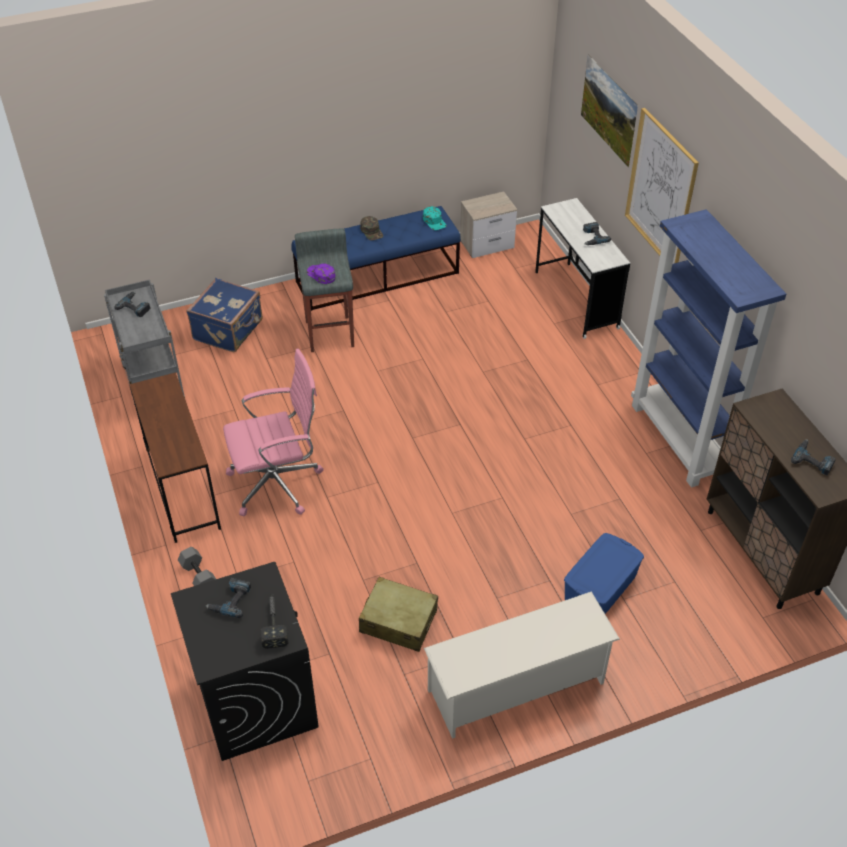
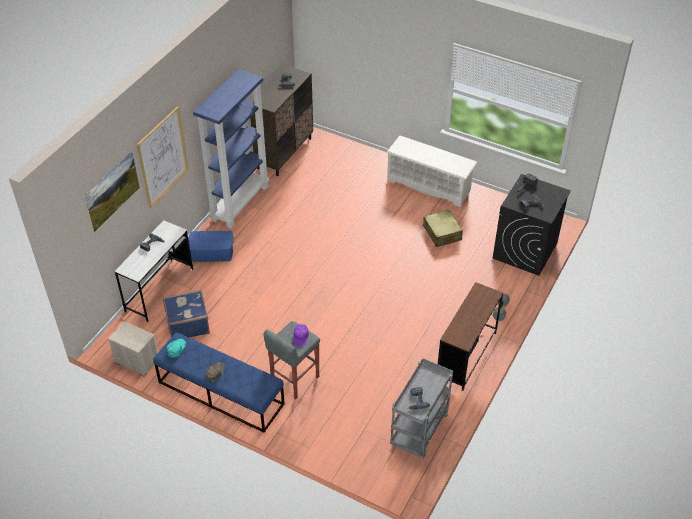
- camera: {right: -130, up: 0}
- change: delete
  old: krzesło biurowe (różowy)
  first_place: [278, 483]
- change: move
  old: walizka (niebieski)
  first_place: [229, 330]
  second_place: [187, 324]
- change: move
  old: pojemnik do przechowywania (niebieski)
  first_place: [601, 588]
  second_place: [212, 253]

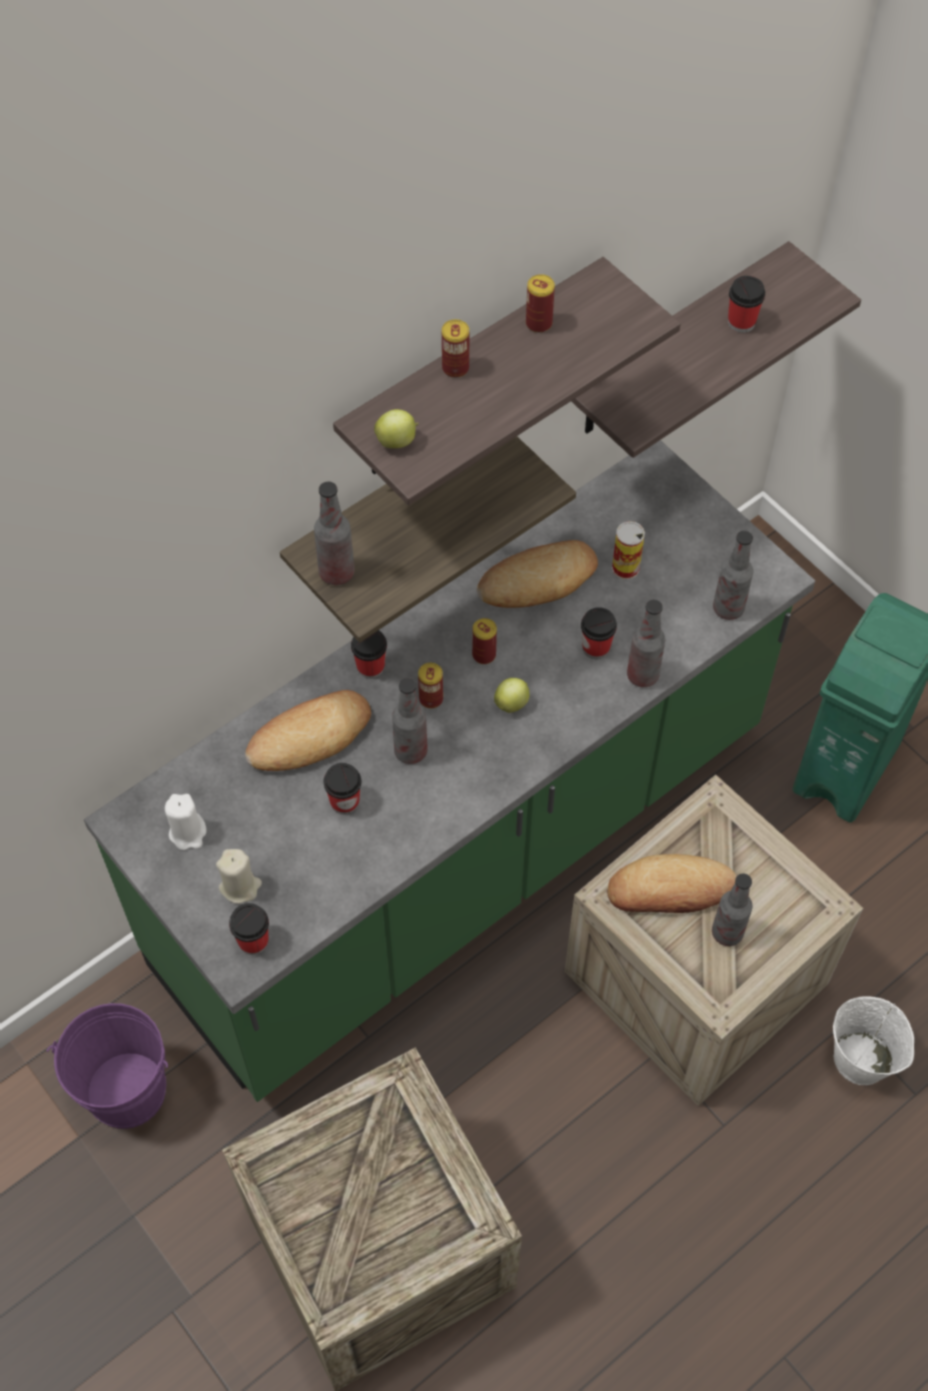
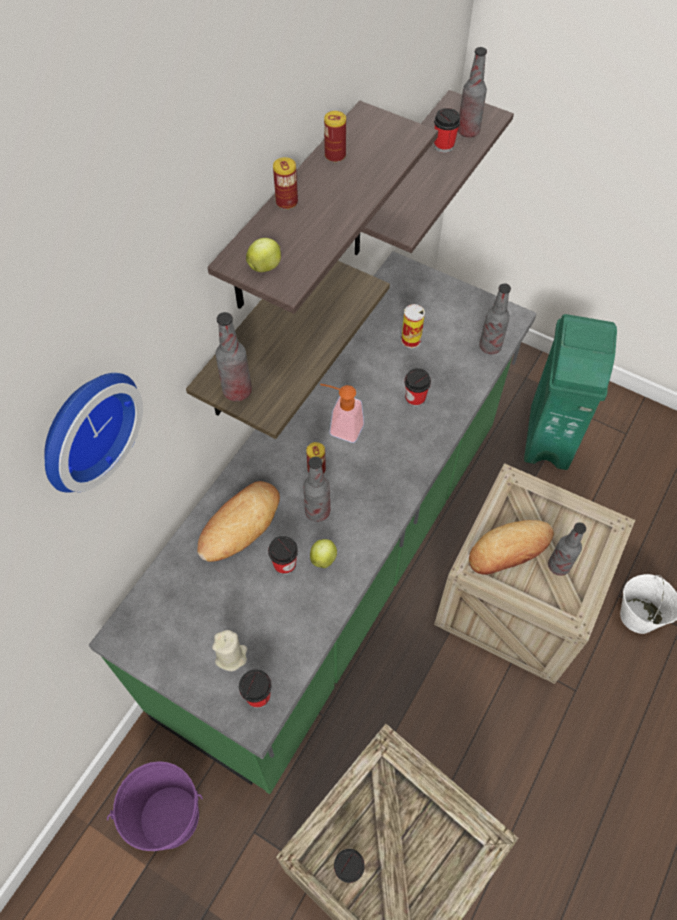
- camera: {right: -20, up: 0}
- change: delete
  old: świeca (biały)
  first_place: [188, 833]
- change: delete
  old: chleb
  first_place: [538, 580]
- change: insert
  new: zegar ścienny
  second_place: [84, 427]
- change: move
  old: filiżanka
  first_place: [370, 667]
  second_place: [348, 869]
- change: move
  old: jabłko
  first_place: [512, 703]
  second_place: [323, 558]
- change: move
  old: butelka
  first_place: [642, 675]
  second_place: [468, 131]
- change: replace
  old: puszka
  new: dozownik mydła
  first_place: [484, 655]
  second_place: [340, 427]

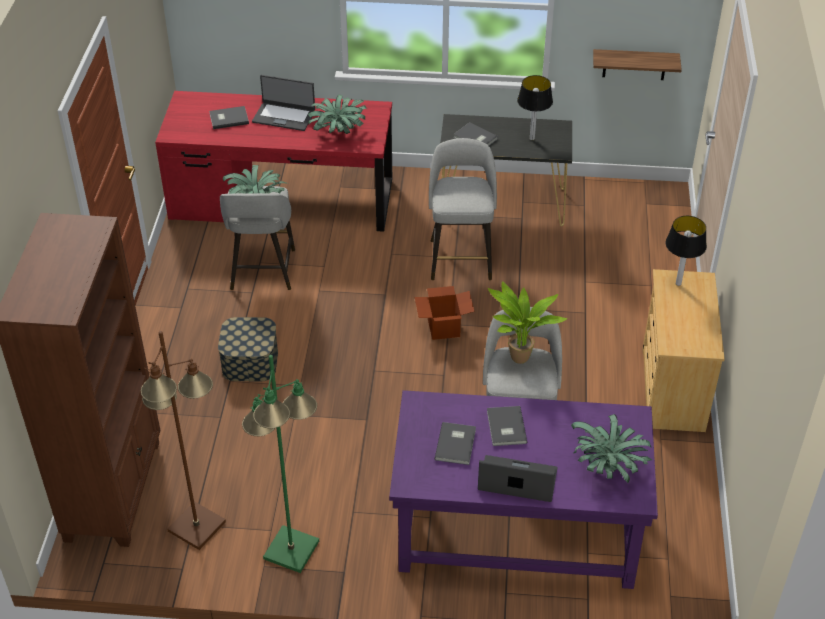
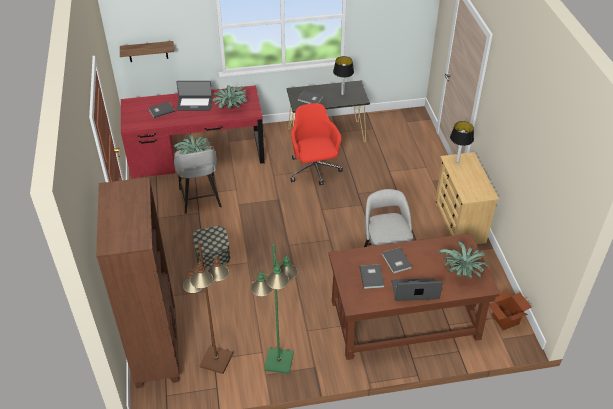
- camera: {right: -15, up: 0}
- change: delete
  old: roślina doniczkowa
  first_place: [518, 360]
- change: move
  old: karton
  first_place: [444, 328]
  second_place: [505, 319]
- change: move
  old: półka
  first_place: [634, 64]
  second_place: [148, 51]
- change: replace
  old: stołek (szary)
  new: krzesło biurowe (czerwony)
  first_place: [460, 258]
  second_place: [314, 170]
- change: recolor
  old: biurko (fioletowy)
  new: biurko (brązowy)
  first_place: [517, 529]
  second_place: [404, 320]

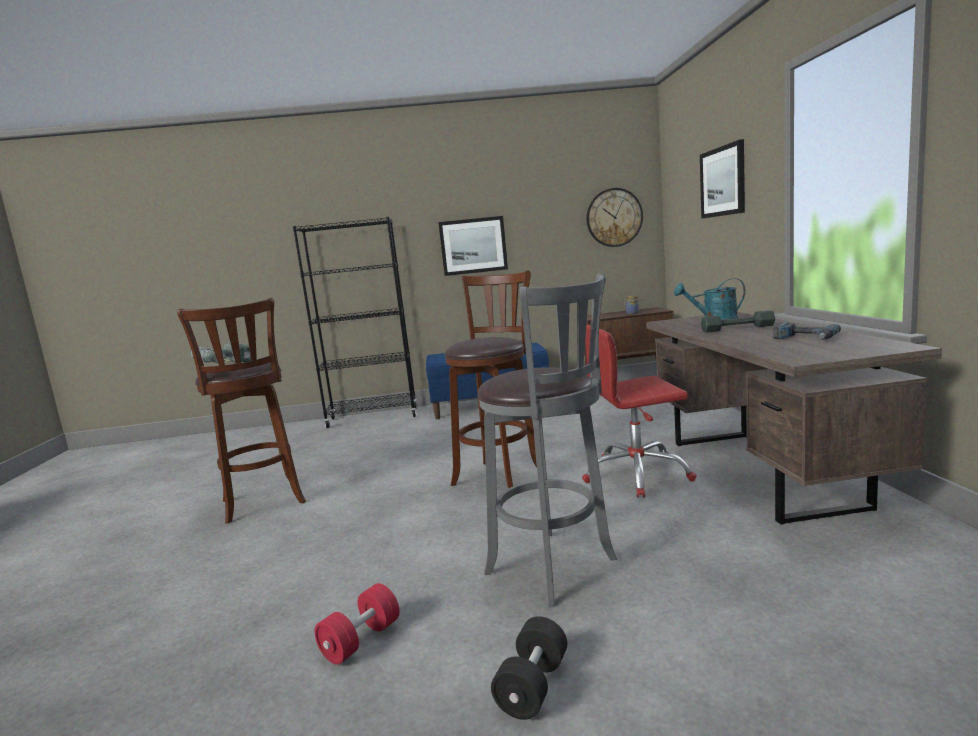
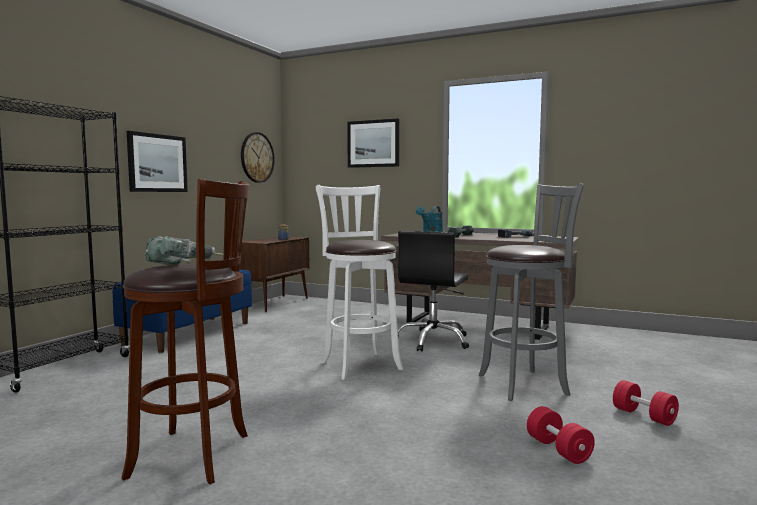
- camera: {right: -60, up: -5}
- change: recolor
  old: stołek (brązowy)
  new: stołek (biały)
  first_place: [500, 476]
  second_place: [359, 364]
- change: recolor
  old: hantel (czarny)
  new: hantel (czerwony)
  first_place: [533, 686]
  second_place: [644, 416]
- change: recolor
  old: krzesło biurowe (czerwony)
  new: krzesło biurowe (czarny)
  first_place: [637, 474]
  second_place: [433, 341]

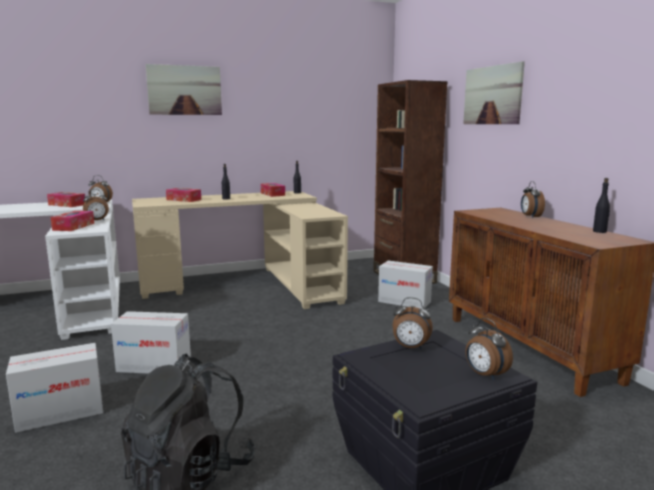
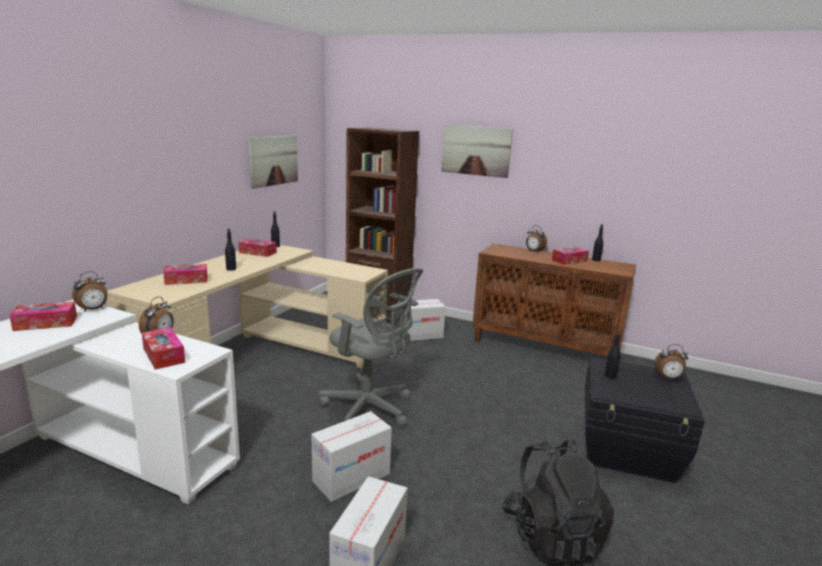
- camera: {right: -45, up: 5}
- change: insert
  new: krzesło biurowe (szary)
  second_place: [370, 409]
- change: insert
  new: pudełko chusteczek
  second_place: [569, 260]
- change: move
  old: obraz
  first_place: [184, 90]
  second_place: [274, 160]
- change: replace
  old: budzik
  new: butelka (czarny)
  first_place: [410, 347]
  second_place: [610, 376]

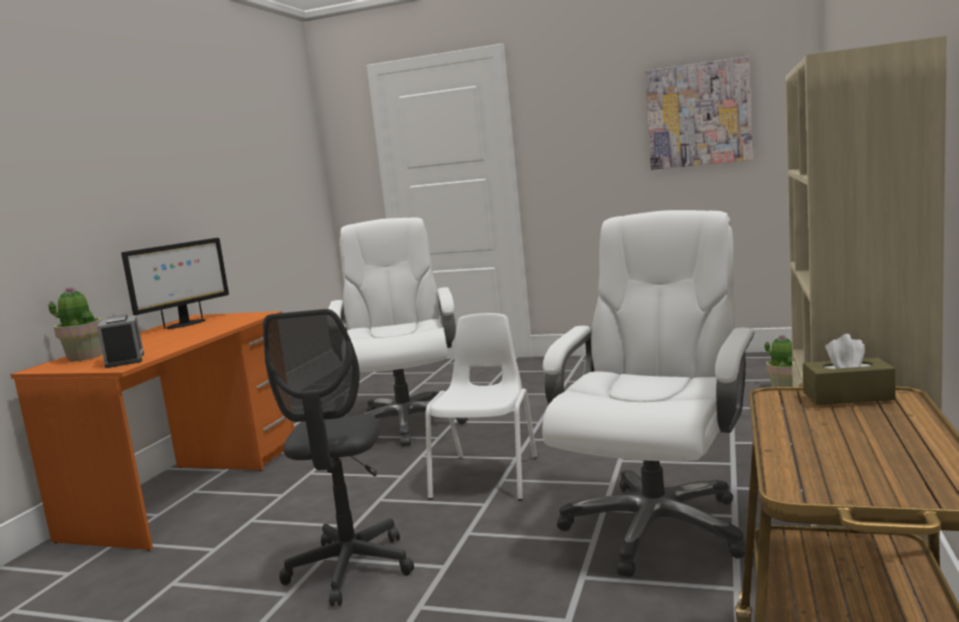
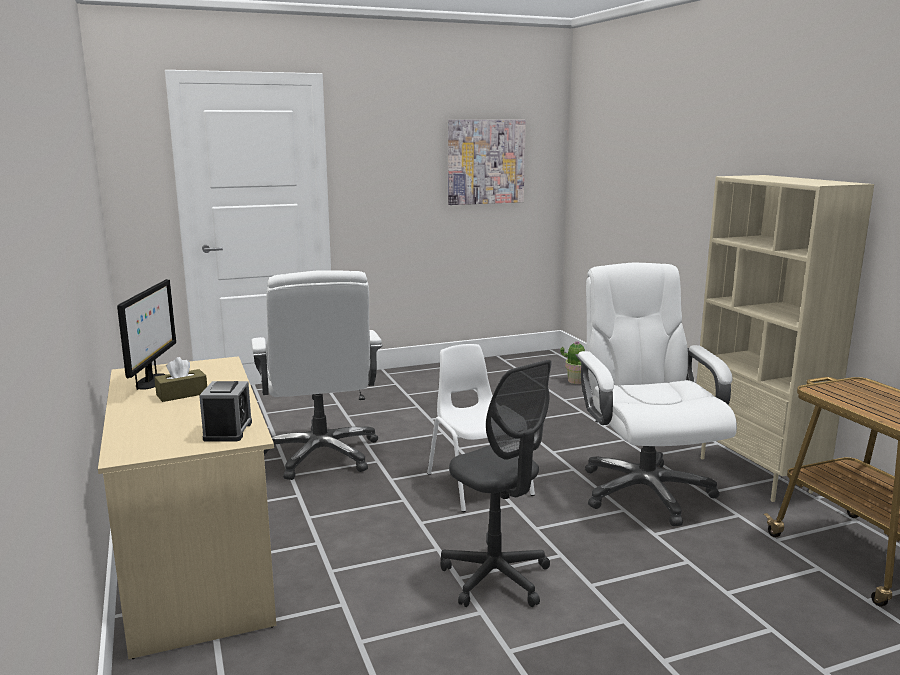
- camera: {right: -40, up: 5}
- change: delete
  old: roślina doniczkowa
  first_place: [85, 357]
- change: move
  old: pudełko chusteczek (brązowy)
  first_place: [848, 396]
  second_place: [182, 394]
- change: recolor
  old: biurko (pomarańczowy)
  new: biurko (beżowy)
  first_place: [190, 488]
  second_place: [196, 563]
- change: rotate
  old: budzik
  first_place: [125, 360]
  second_place: [228, 431]
  degrees: 60
- change: rotate
  old: krzesło biurowe (biały)
  first_place: [405, 424]
  second_place: [321, 455]
  degrees: -150

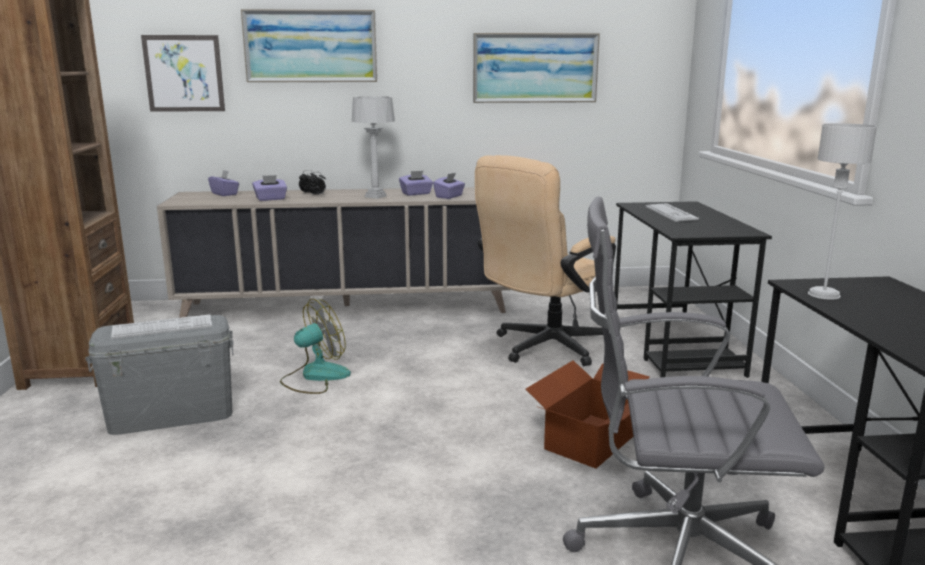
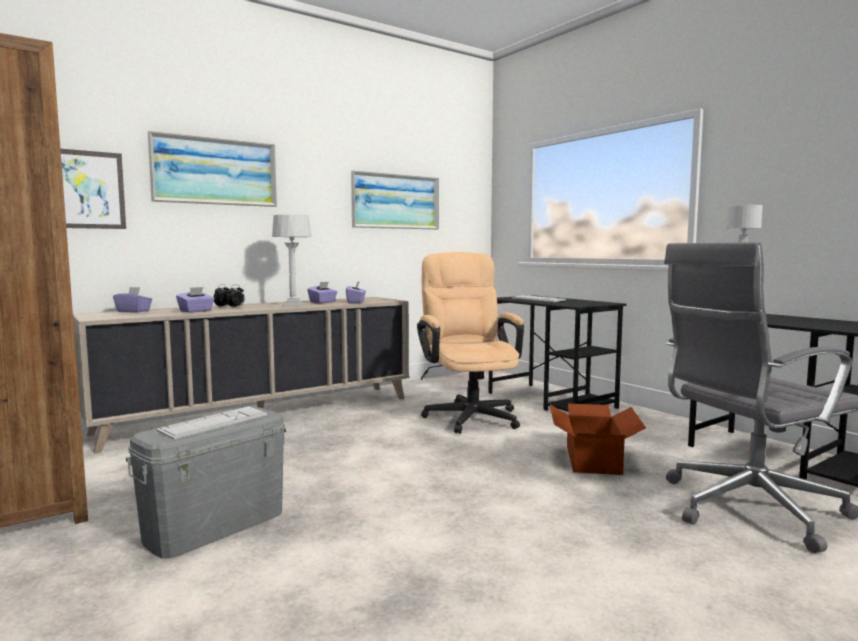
- camera: {right: -30, up: -10}
- change: delete
  old: wentylator
  first_place: [315, 377]
- change: rotate
  old: krzesło biurowe (beżowy)
  first_place: [544, 348]
  second_place: [469, 415]
  degrees: 150

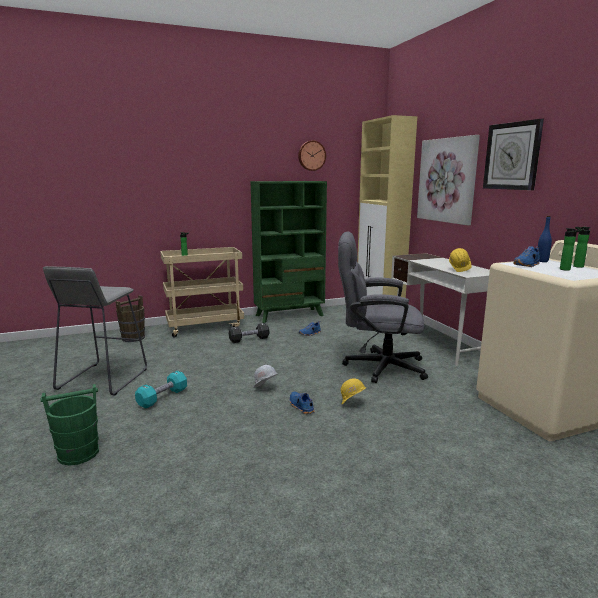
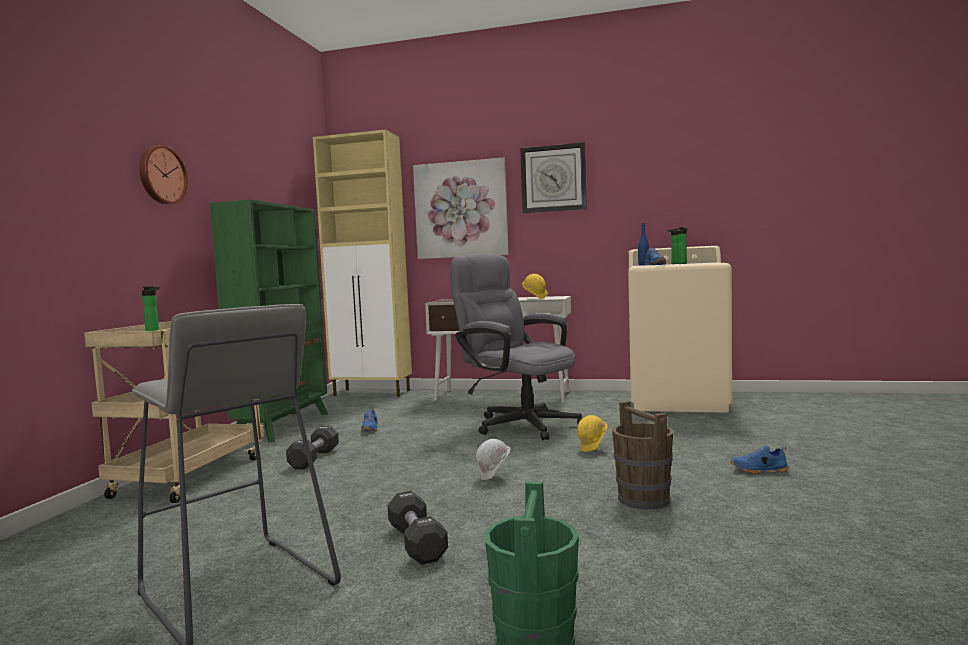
- camera: {right: -55, up: -10}
- change: move
  old: wiadro (brązowy)
  first_place: [133, 338]
  second_place: [643, 499]
- change: move
  old: but (niebieski)
  first_place: [301, 407]
  second_place: [759, 470]
- change: move
  old: zegar ścienny
  first_place: [311, 155]
  second_place: [161, 175]
- change: recolor
  old: hantel (turkusowy)
  new: hantel (czarny)
  first_place: [162, 397]
  second_place: [417, 543]
- change: rotate
  old: krzesło biurowe (szary)
  first_place: [376, 366]
  second_place: [518, 423]
  degrees: 90

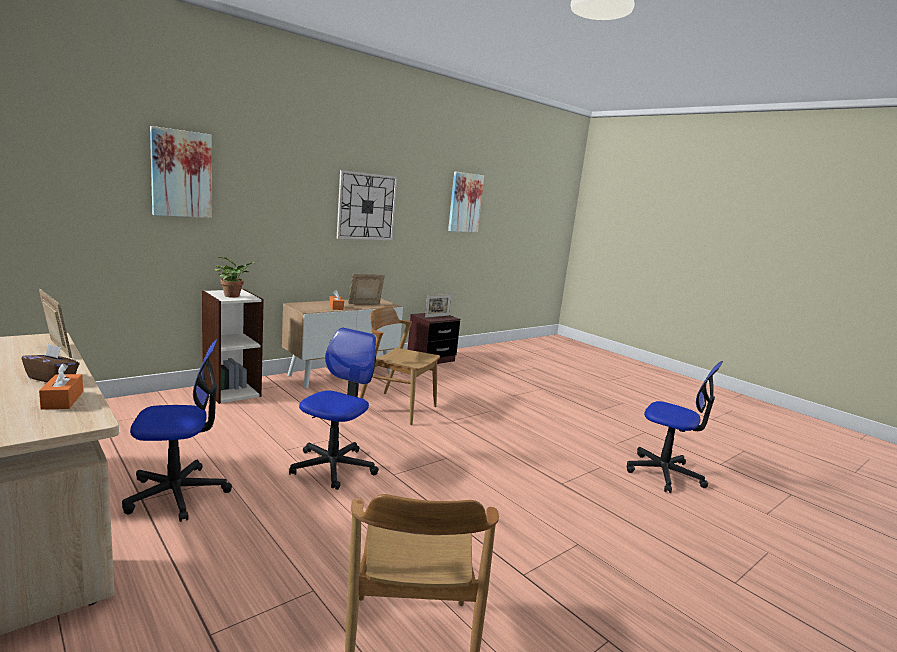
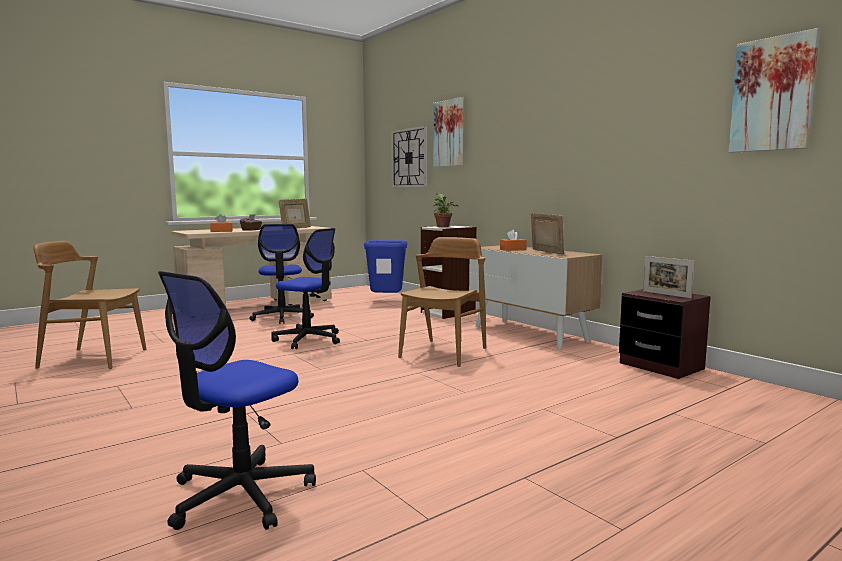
- camera: {right: 95, up: -5}
- change: insert
  new: kosz na śmieci (niebieski)
  second_place: [386, 301]
- change: move
  old: zegar ścienny
  first_place: [366, 206]
  second_place: [409, 158]

